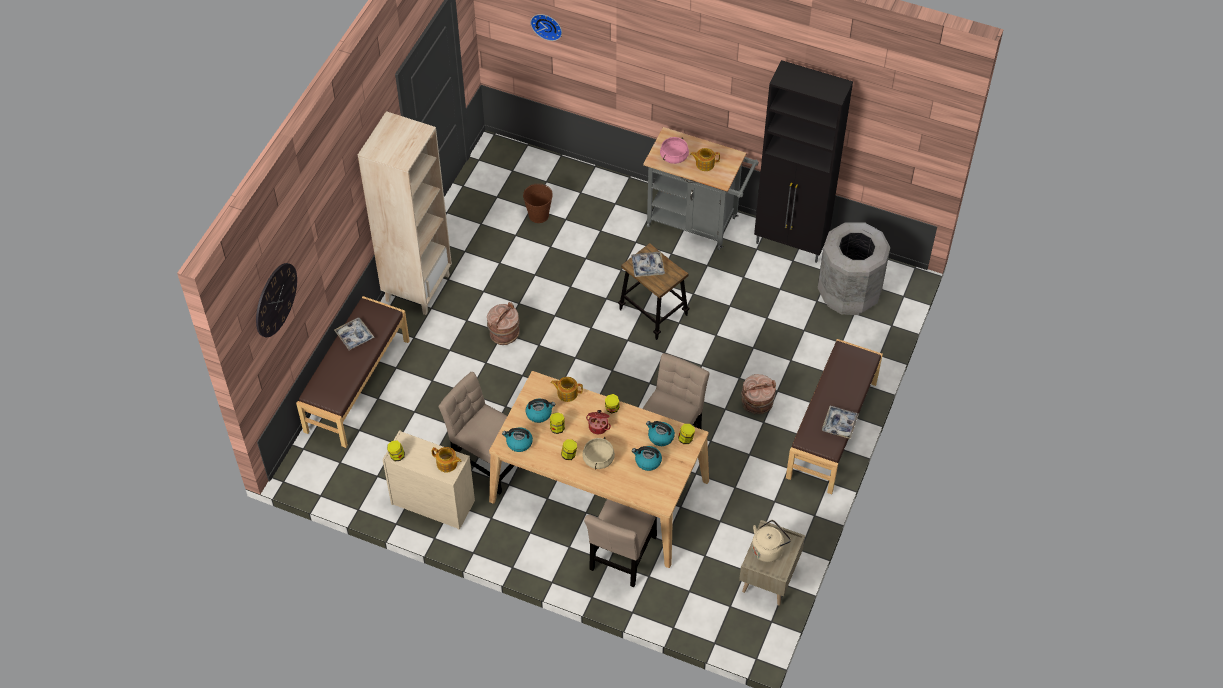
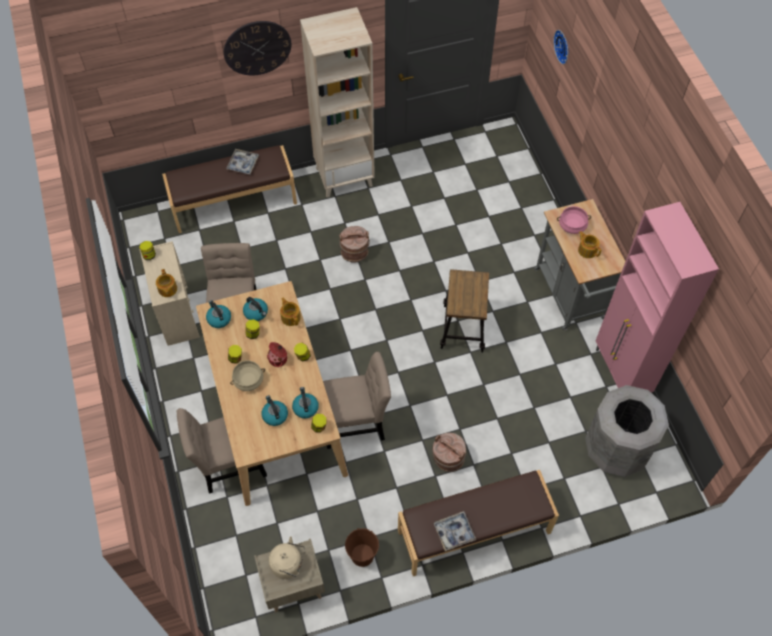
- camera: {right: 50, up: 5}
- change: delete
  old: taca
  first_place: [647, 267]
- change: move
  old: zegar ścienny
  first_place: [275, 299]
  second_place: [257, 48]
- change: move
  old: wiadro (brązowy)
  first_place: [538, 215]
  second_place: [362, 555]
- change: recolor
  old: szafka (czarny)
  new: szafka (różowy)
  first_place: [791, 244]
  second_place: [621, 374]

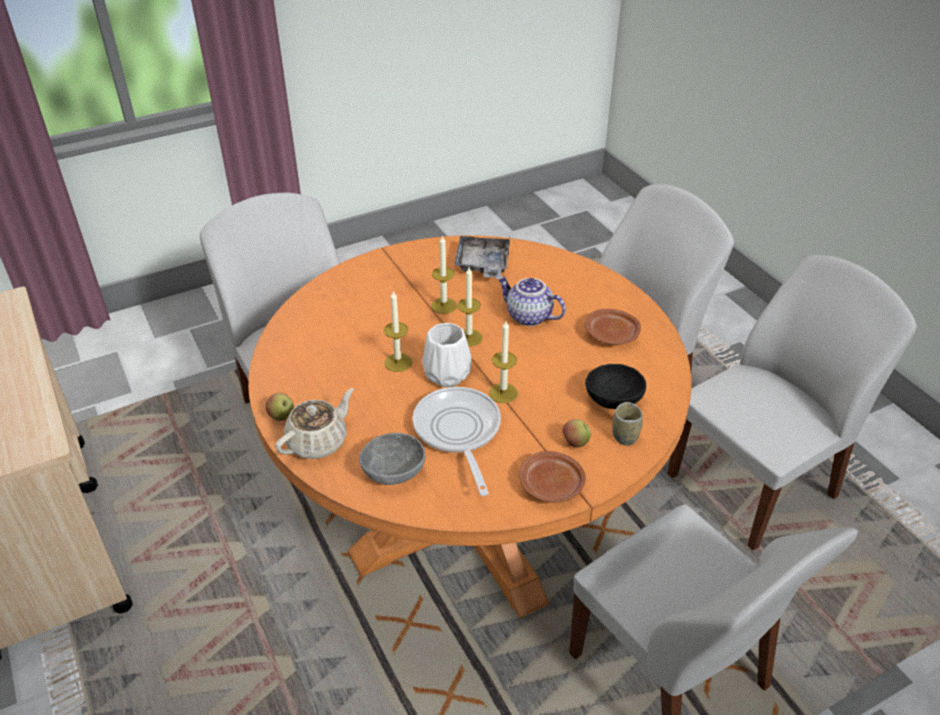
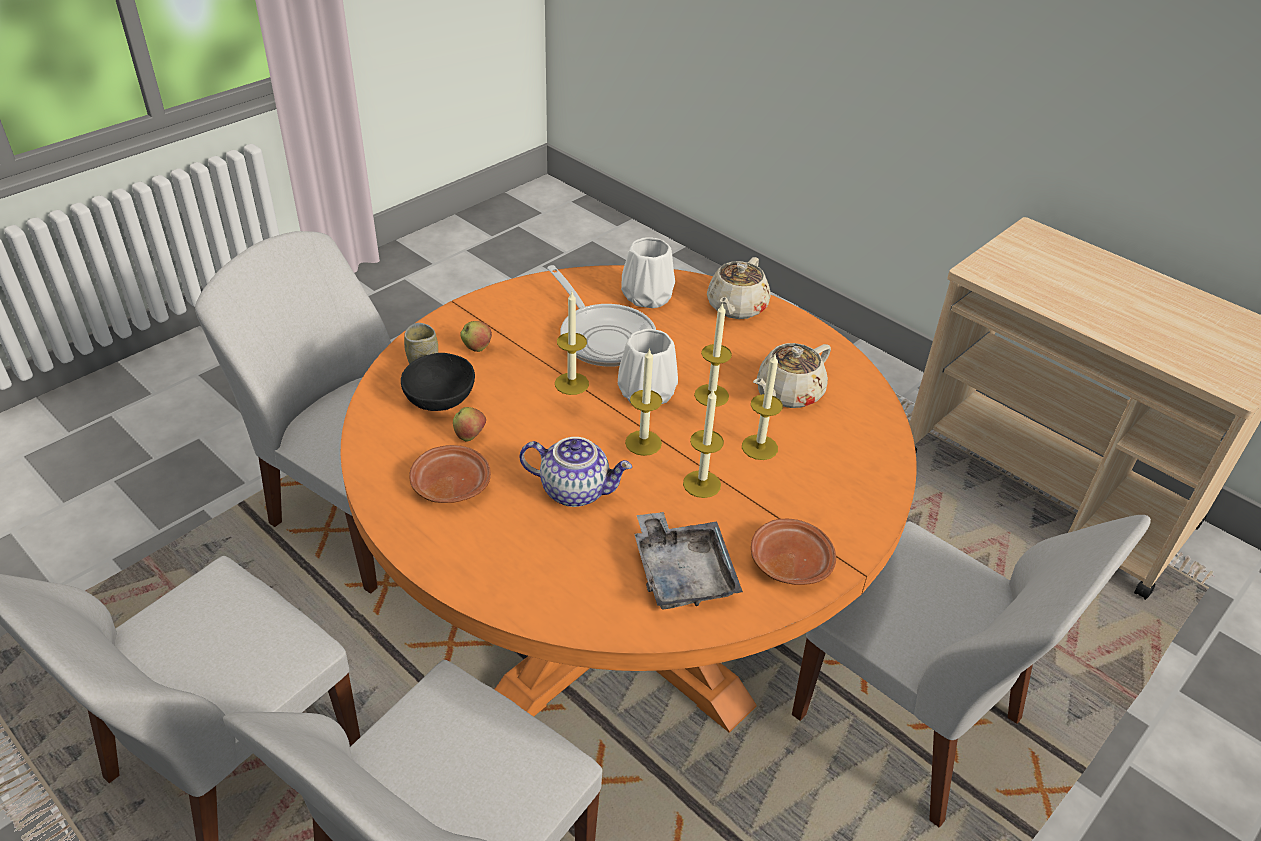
- camera: {right: 160, up: 0}
- change: insert
  new: świeca
  second_place: [759, 447]
- change: insert
  new: imbryk (beżowy)
  second_place: [788, 393]
- change: move
  old: jabłko
  first_place: [281, 416]
  second_place: [470, 436]
- change: move
  old: talerz (brązowy)
  first_place: [551, 485]
  second_place: [789, 562]
- change: replace
  old: miska (szary)
  new: wazon (biały)
  first_place: [392, 471]
  second_place: [648, 297]

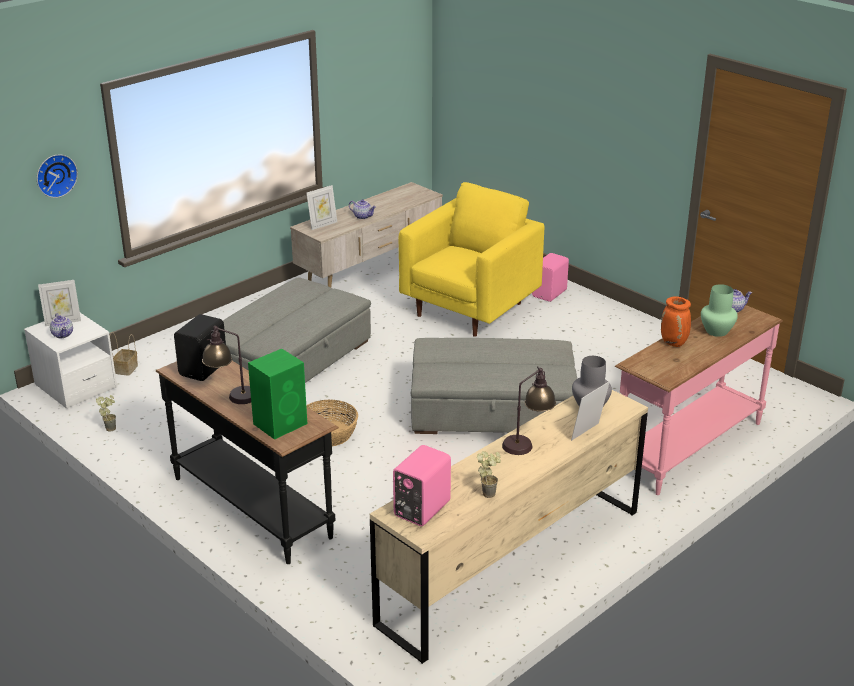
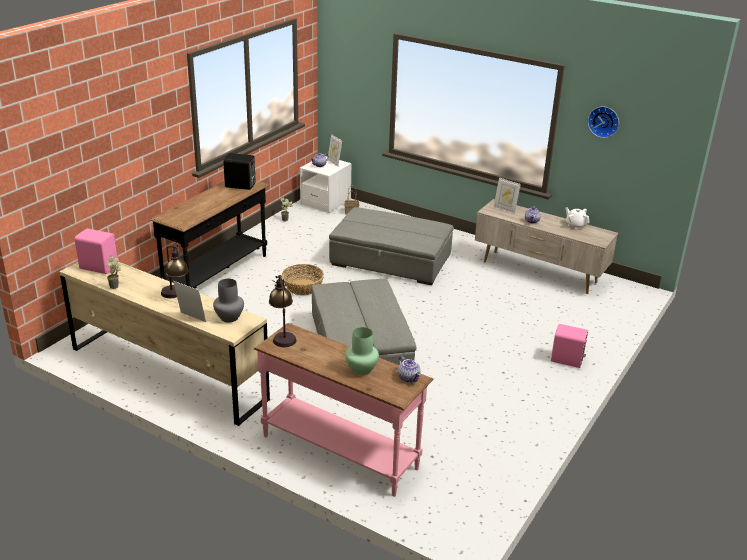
- camera: {right: 75, up: 0}
- change: delete
  old: głośnik (zielony)
  first_place: [281, 423]
- change: delete
  old: fotel (żółty)
  first_place: [470, 309]
- change: delete
  old: wazon (pomarańczowy)
  first_place: [674, 343]
- change: insert
  new: imbryk (biały)
  second_place: [575, 225]
- change: move
  old: zegar ścienny
  first_place: [55, 175]
  second_place: [604, 121]
- change: move
  old: lampa stołowa
  first_place: [232, 396]
  second_place: [282, 335]

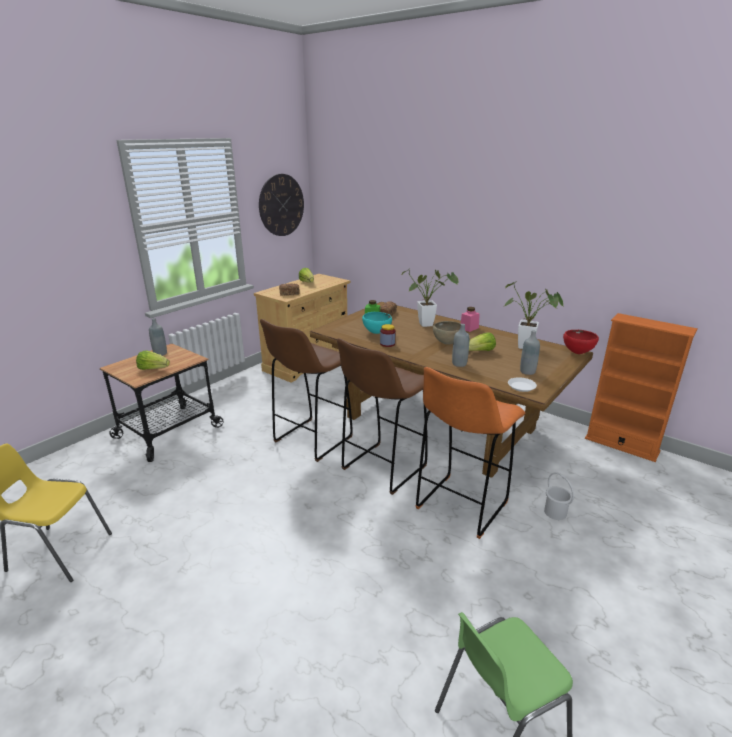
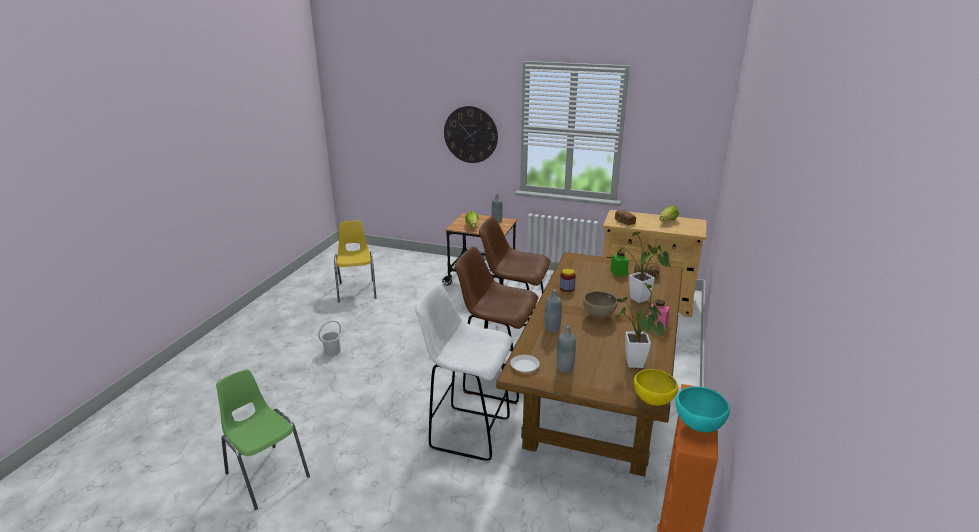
- camera: {right: 70, up: 0}
- change: delete
  old: sałata
  first_place: [480, 351]
- change: move
  old: zegar ścienny
  first_place: [281, 205]
  second_place: [470, 134]
- change: move
  old: miska (turkusowy)
  first_place: [376, 333]
  second_place: [697, 426]
- change: move
  old: wiadro (biały)
  first_place: [555, 512]
  second_place: [332, 351]
- change: recolor
  old: stołek (pomarańczowy)
  new: stołek (biały)
  first_place: [460, 506]
  second_place: [467, 433]
- change: recolor
  old: miska (czerwony)
  new: miska (żółty)
  first_place: [578, 353]
  second_place: [652, 402]

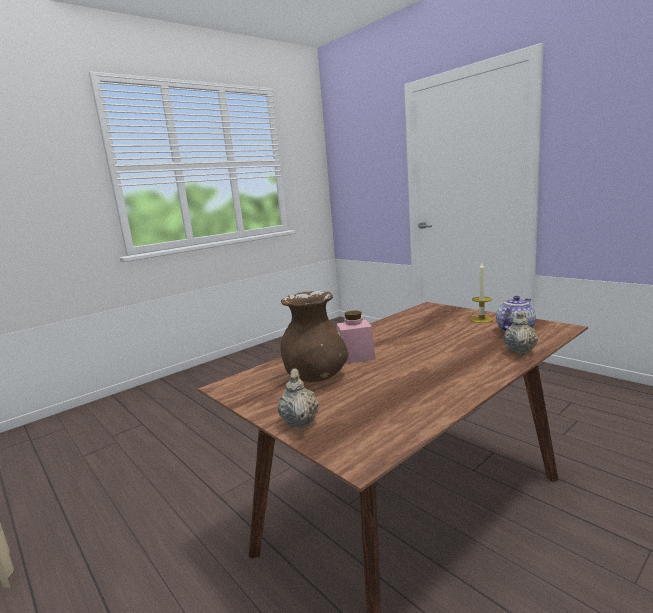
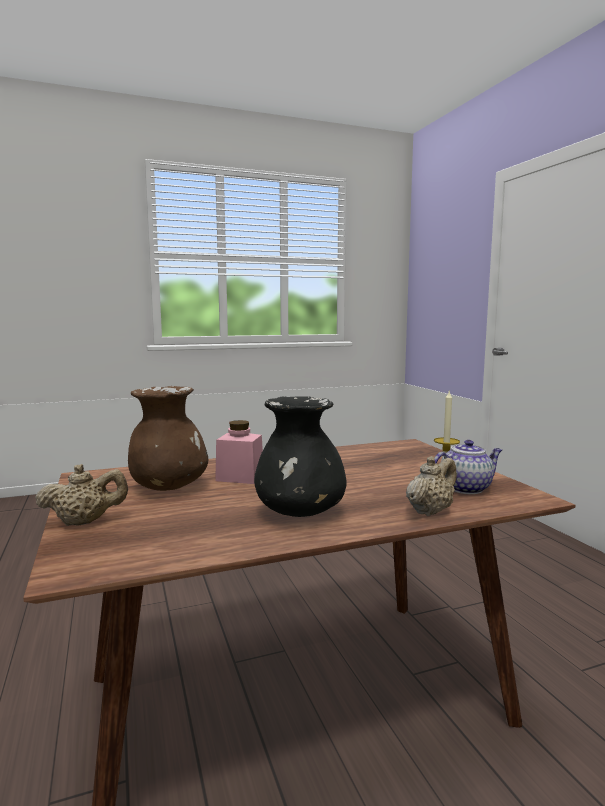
- camera: {right: 20, up: -5}
- change: insert
  new: wazon (czarny)
  second_place: [300, 513]
- change: rotate
  old: imbryk (beżowy)
  first_place: [299, 421]
  second_place: [85, 522]
  degrees: 60

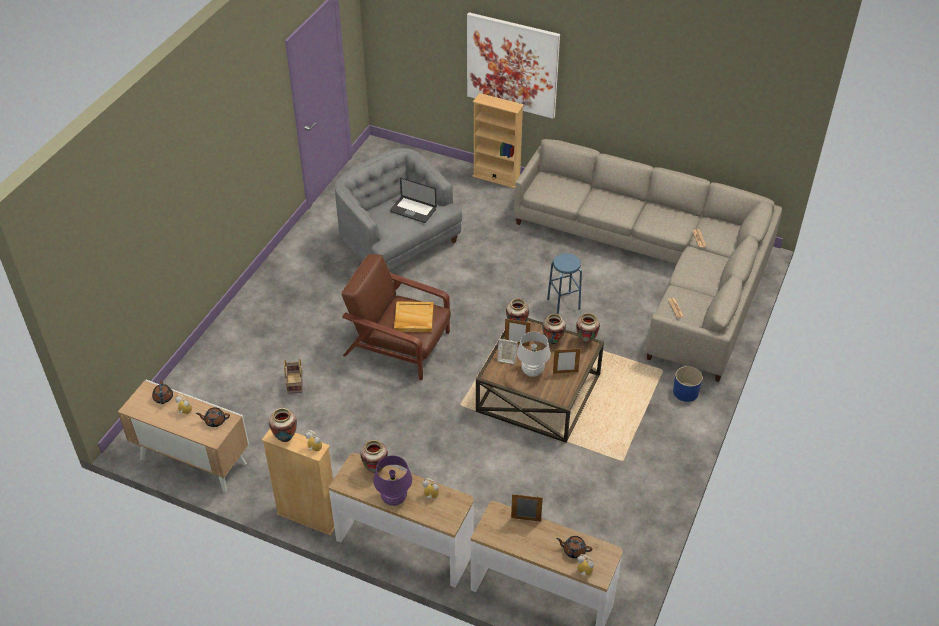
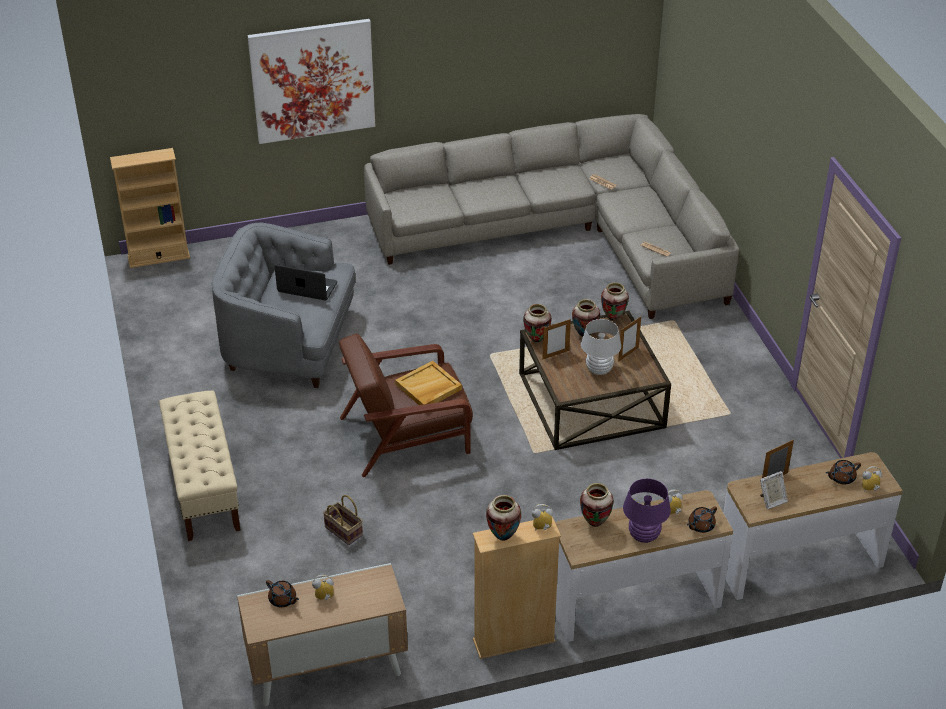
- camera: {right: -40, up: -5}
- change: delete
  old: stołek (niebieski)
  first_place: [563, 304]
- change: delete
  old: donica (niebieski)
  first_place: [686, 392]
- change: insert
  new: ławka (beżowy)
  second_place: [203, 486]
- change: move
  old: imbryk (brązowy)
  first_place: [215, 421]
  second_place: [700, 526]
- change: move
  old: regał (beżowy)
  first_place: [496, 178]
  second_place: [158, 257]
- change: move
  old: ramka na zdjęcie
  first_place: [506, 359]
  second_place: [772, 501]
- change: rotate
  old: laptop
  first_place: [413, 210]
  second_place: [307, 287]
  degrees: -150

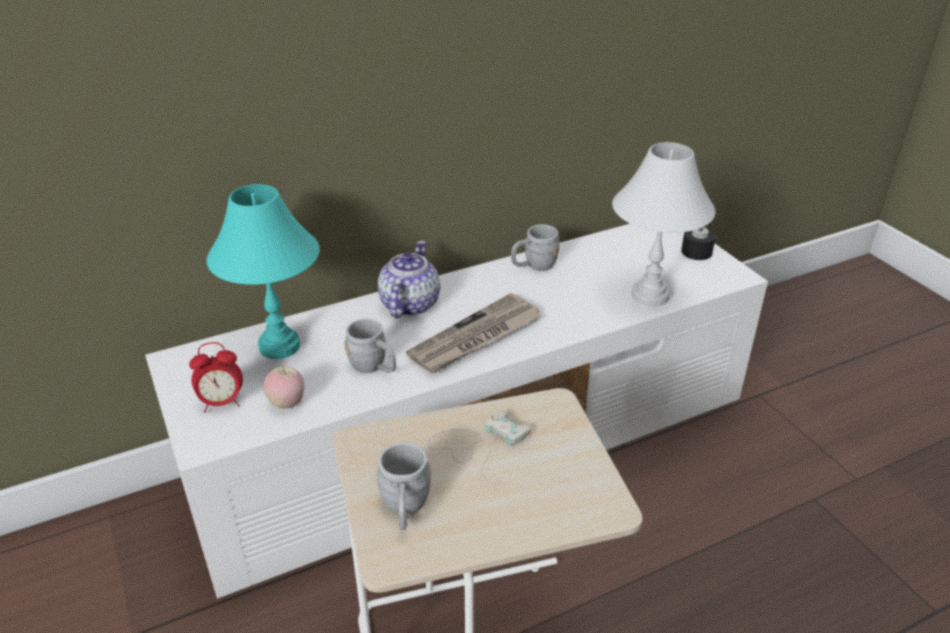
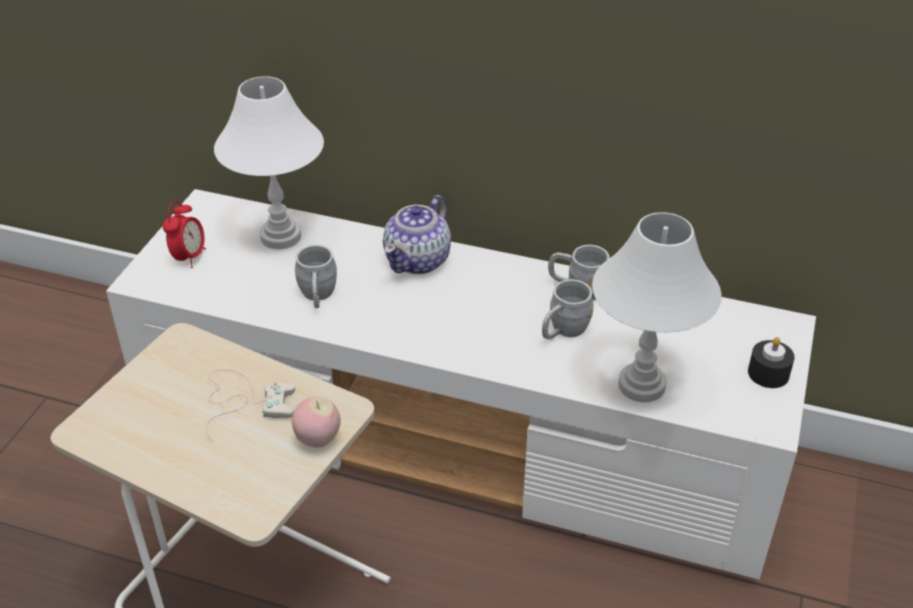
- camera: {right: 45, up: 5}
- change: delete
  old: gazeta
  first_place: [476, 338]
- change: move
  old: jabłko
  first_place: [287, 403]
  second_place: [318, 439]
- change: move
  old: kubek (szary)
  first_place: [405, 509]
  second_place: [563, 331]
- change: recolor
  old: lampa stołowa (turkusowy)
  new: lampa stołowa (biały)
  first_place: [278, 346]
  second_place: [280, 236]
- change: rotate
  old: budzik
  first_place: [222, 403]
  second_place: [189, 257]
  degrees: -105
- change: rotate
  old: imbryk
  first_place: [409, 305]
  second_place: [418, 260]
  degrees: 150

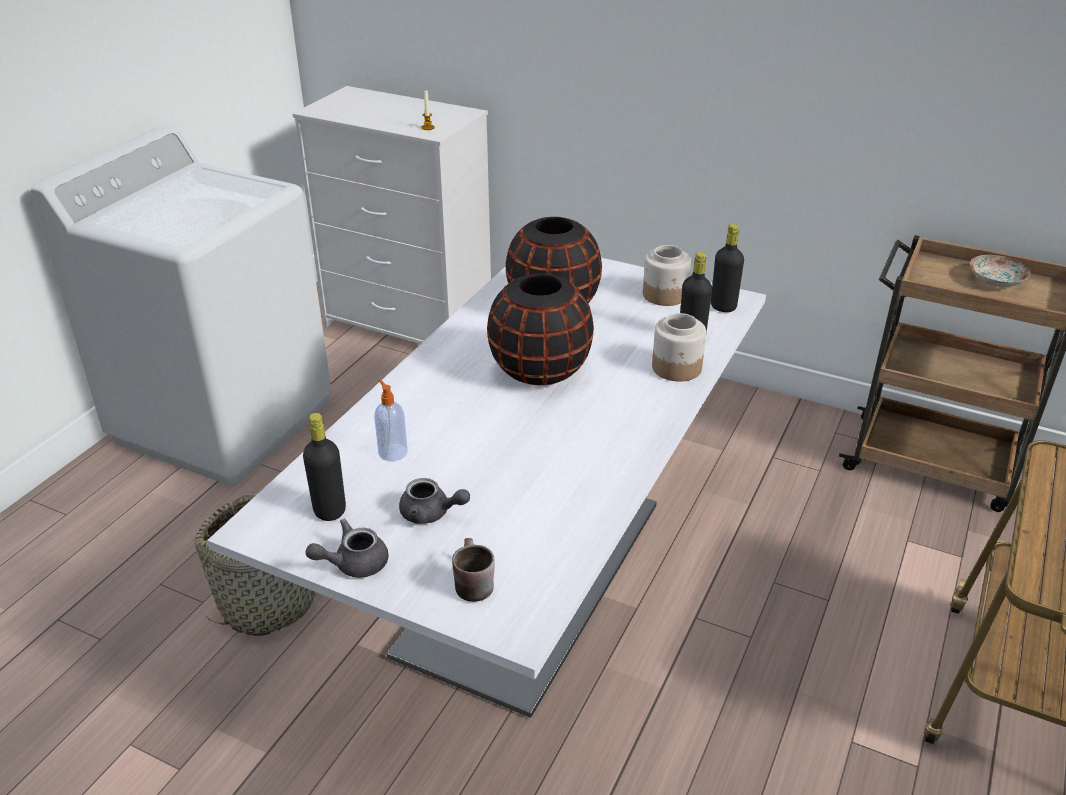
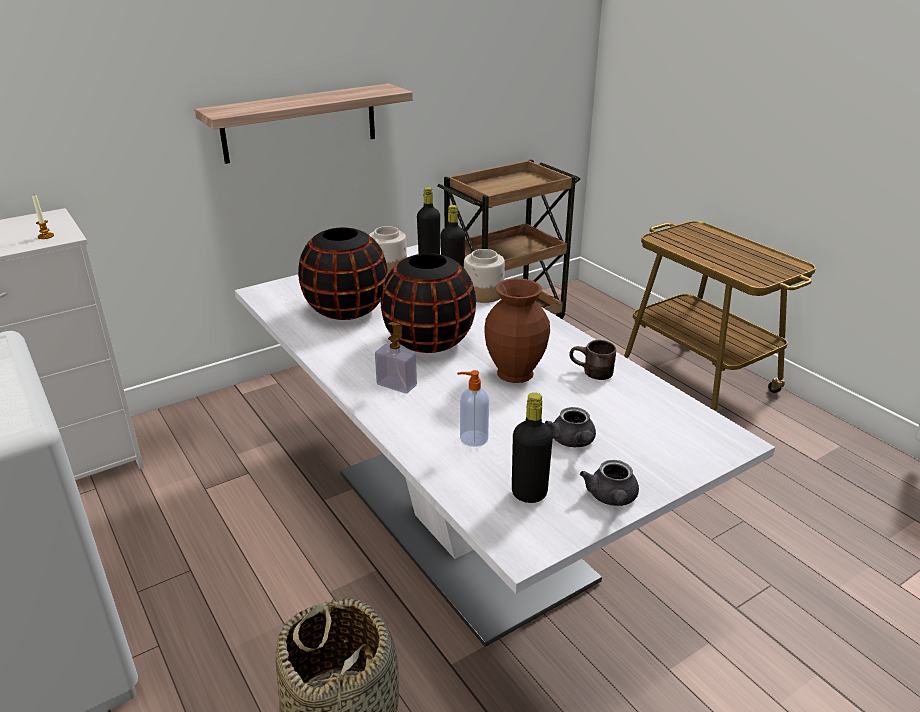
- camera: {right: -60, up: -5}
- change: delete
  old: talerz
  first_place: [997, 281]
- change: insert
  new: półka
  second_place: [300, 123]
- change: insert
  new: dozownik mydła
  second_place: [396, 385]
- change: insert
  new: wazon (brązowy)
  second_place: [514, 372]
- change: move
  old: kubek (brązowy)
  first_place: [469, 583]
  second_place: [591, 374]
- change: rotate
  old: imbryk (szary)
  first_place: [431, 514]
  second_place: [573, 442]
  degrees: 120

